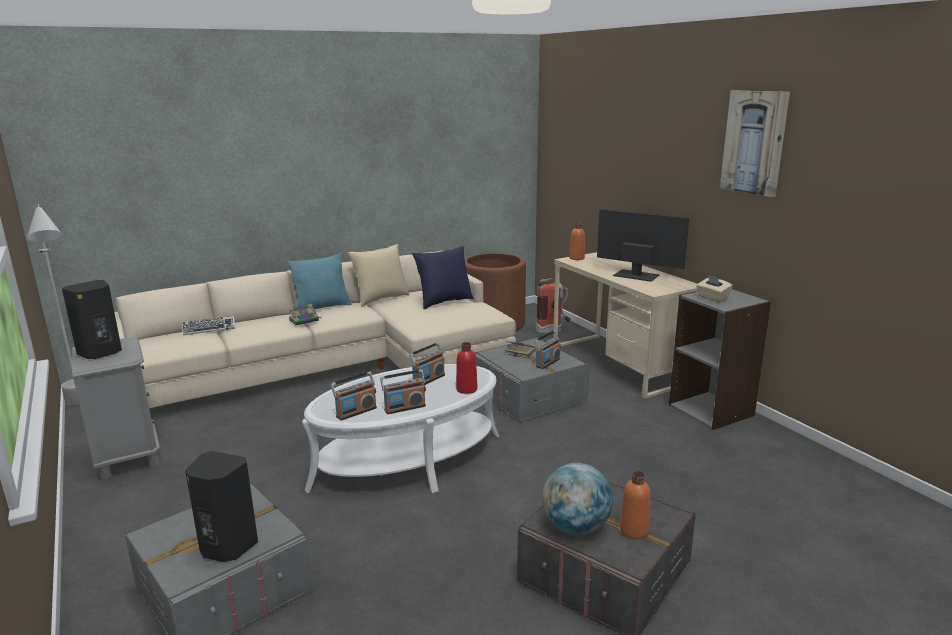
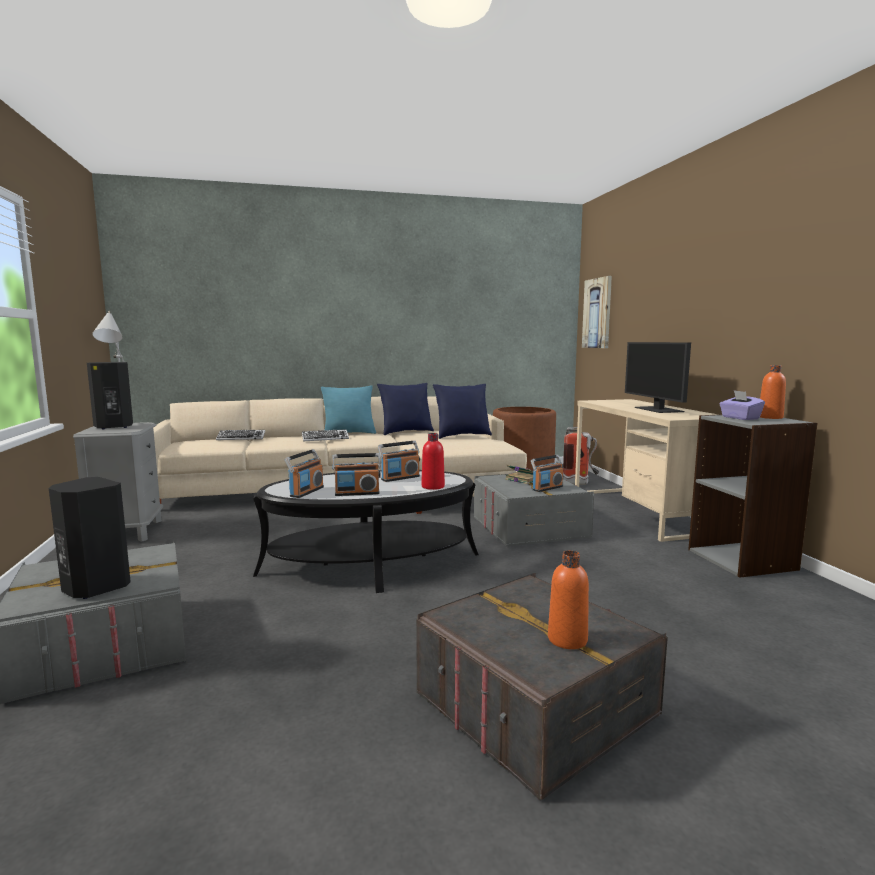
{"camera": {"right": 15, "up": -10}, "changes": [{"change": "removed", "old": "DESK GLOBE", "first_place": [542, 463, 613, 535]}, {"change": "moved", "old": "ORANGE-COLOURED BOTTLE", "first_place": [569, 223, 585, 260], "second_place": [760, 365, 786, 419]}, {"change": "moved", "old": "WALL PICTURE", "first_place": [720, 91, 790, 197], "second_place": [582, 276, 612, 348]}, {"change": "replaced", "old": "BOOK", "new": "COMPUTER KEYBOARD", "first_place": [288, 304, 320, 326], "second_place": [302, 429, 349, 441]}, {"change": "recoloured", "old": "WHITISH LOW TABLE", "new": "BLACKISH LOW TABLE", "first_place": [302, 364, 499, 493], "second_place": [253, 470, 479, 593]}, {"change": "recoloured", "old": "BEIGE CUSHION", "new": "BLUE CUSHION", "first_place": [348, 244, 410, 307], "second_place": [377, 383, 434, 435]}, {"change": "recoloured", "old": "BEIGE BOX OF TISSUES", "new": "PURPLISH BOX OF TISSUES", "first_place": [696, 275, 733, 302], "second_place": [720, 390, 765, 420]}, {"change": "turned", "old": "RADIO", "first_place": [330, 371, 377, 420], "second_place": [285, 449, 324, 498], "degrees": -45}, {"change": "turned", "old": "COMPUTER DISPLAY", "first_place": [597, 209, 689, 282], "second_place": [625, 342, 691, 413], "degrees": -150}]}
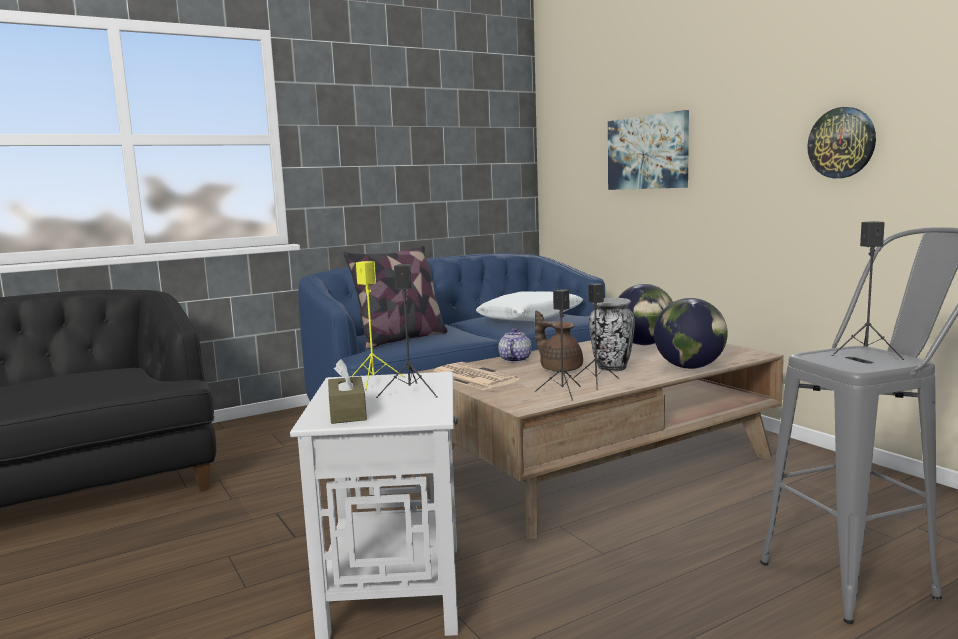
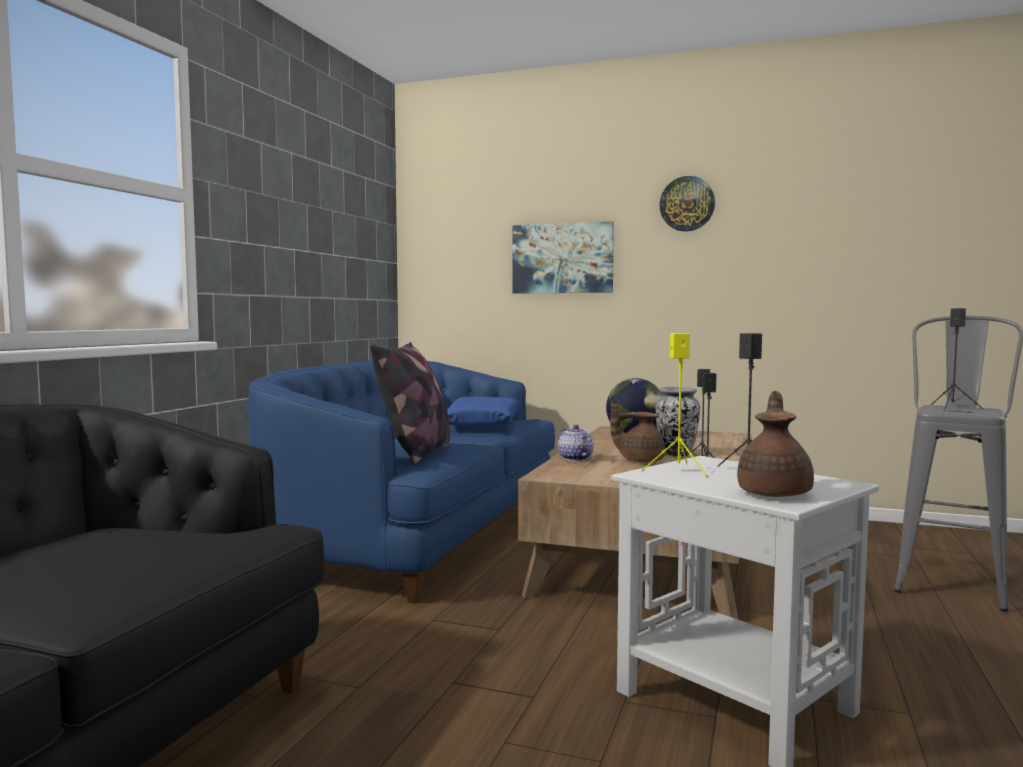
{"camera": {"right": -40, "up": -5}, "changes": [{"change": "removed", "old": "NEWSPAPER", "first_place": [433, 362, 520, 390]}, {"change": "removed", "old": "DESK GLOBE", "first_place": [654, 298, 728, 369]}, {"change": "moved", "old": "HANGING CLOCK", "first_place": [807, 107, 876, 178], "second_place": [659, 176, 715, 231]}, {"change": "replaced", "old": "BROWNISH BOX OF TISSUES", "new": "BROWNISH TEAPOT", "first_place": [328, 359, 367, 424], "second_place": [737, 391, 814, 497]}, {"change": "recoloured", "old": "WHITISH CUSHION", "new": "BLUE CUSHION", "first_place": [476, 291, 583, 321], "second_place": [447, 397, 520, 426]}]}
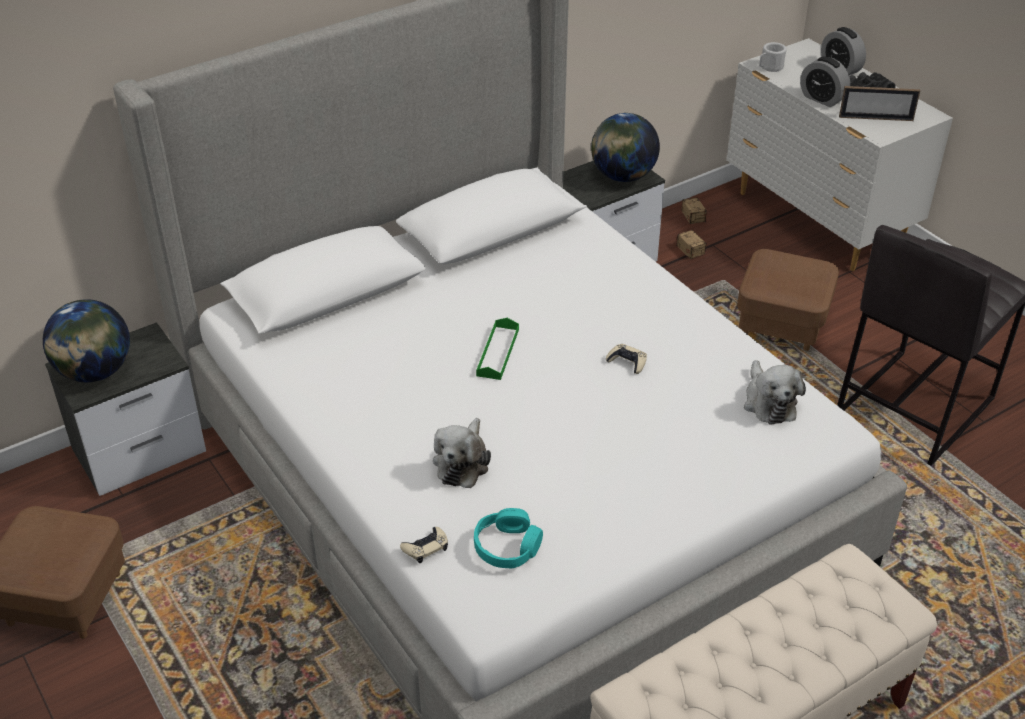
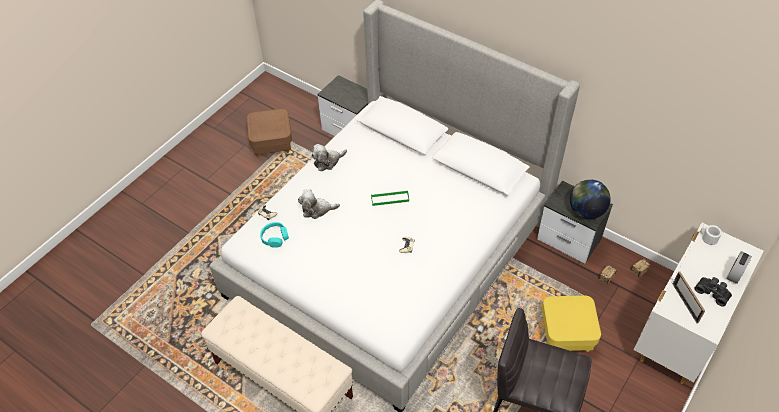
{"camera": {"right": 70, "up": 10}, "changes": [{"change": "removed", "old": "DESK GLOBE", "first_place": [43, 299, 130, 382]}, {"change": "removed", "old": "TABLE CLOCK", "first_place": [800, 56, 850, 107]}, {"change": "moved", "old": "PLUSH TOY", "first_place": [744, 360, 806, 425], "second_place": [311, 144, 347, 171]}, {"change": "recoloured", "old": "BROWNISH POUFFE", "new": "YELLOW-COLOURED POUFFE", "first_place": [737, 249, 839, 351], "second_place": [542, 296, 601, 352]}]}
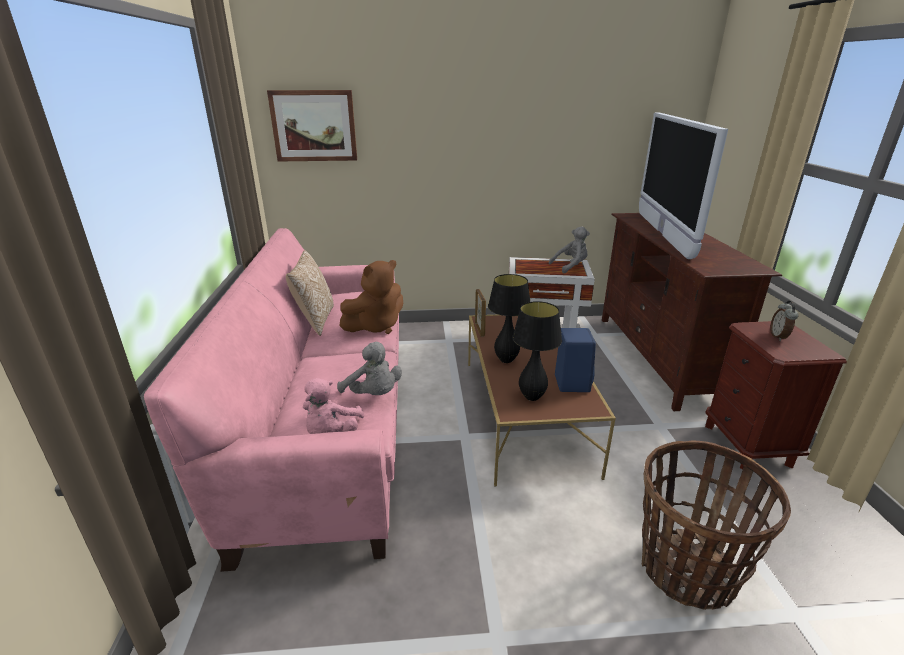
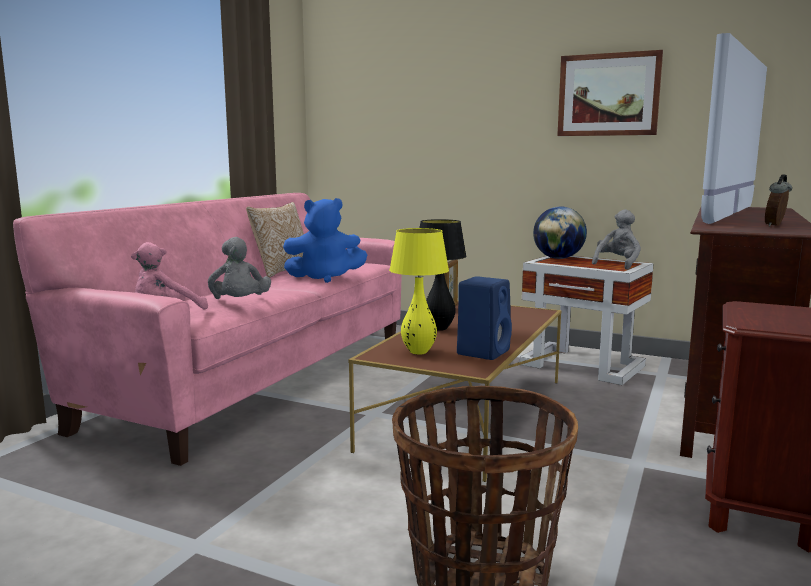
{"camera": {"right": 30, "up": -15}, "changes": [{"change": "added", "new": "DESK GLOBE", "second_place": [533, 206, 587, 259]}, {"change": "moved", "old": "WALL PICTURE", "first_place": [267, 90, 357, 162], "second_place": [557, 50, 663, 136]}, {"change": "moved", "old": "TABLE CLOCK", "first_place": [770, 301, 798, 341], "second_place": [765, 174, 792, 227]}, {"change": "recoloured", "old": "BROWNISH PLUSH TOY", "new": "BLUE PLUSH TOY", "first_place": [340, 260, 403, 334], "second_place": [283, 198, 368, 283]}, {"change": "recoloured", "old": "BLACKISH LAMP FOR A TABLE", "new": "YELLOW-COLOURED LAMP FOR A TABLE", "first_place": [512, 301, 562, 401], "second_place": [389, 228, 449, 355]}, {"change": "turned", "old": "GREYISH PLUSH TOY", "first_place": [549, 227, 590, 273], "second_place": [592, 209, 641, 270], "degrees": -60}]}
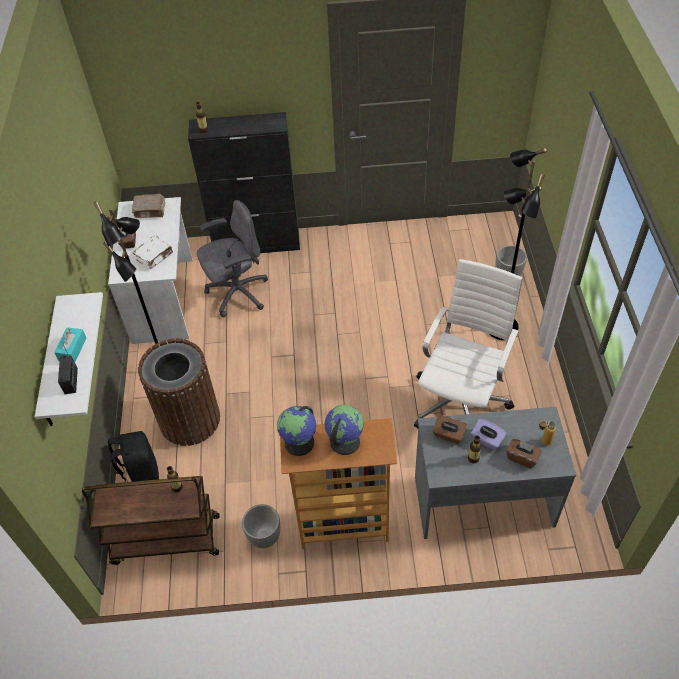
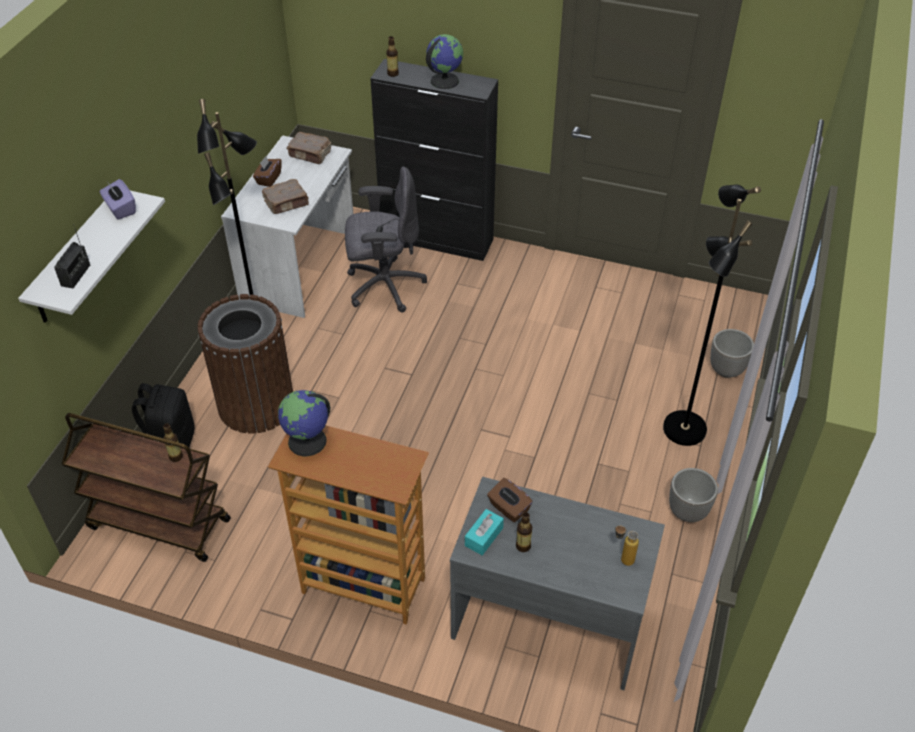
{"camera": {"right": 20, "up": -5}, "changes": [{"change": "removed", "old": "WHITISH COMPUTER CHAIR", "first_place": [414, 259, 522, 428]}, {"change": "removed", "old": "BROWNISH BOX OF TISSUES", "first_place": [506, 439, 542, 469]}, {"change": "moved", "old": "BLUE-GREEN BOX OF TISSUES", "first_place": [54, 327, 86, 362], "second_place": [465, 509, 504, 555]}, {"change": "moved", "old": "PLANTER", "first_place": [242, 504, 280, 548], "second_place": [669, 468, 718, 522]}, {"change": "moved", "old": "DESK GLOBE", "first_place": [325, 405, 364, 455], "second_place": [426, 34, 463, 89]}, {"change": "moved", "old": "PURPLISH BOX OF TISSUES", "first_place": [471, 418, 507, 451], "second_place": [100, 179, 136, 220]}, {"change": "recoloured", "old": "WHITISH BOOK", "new": "BROWNISH BOOK", "first_place": [133, 236, 173, 269], "second_place": [262, 179, 309, 214]}]}
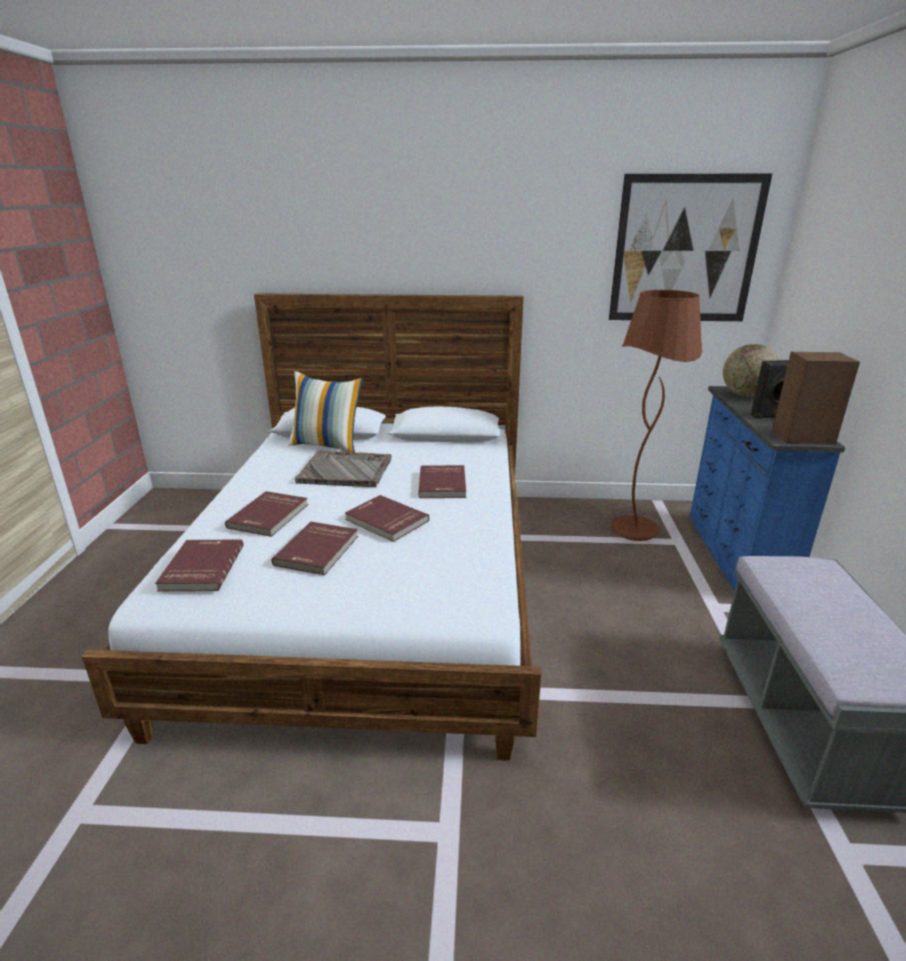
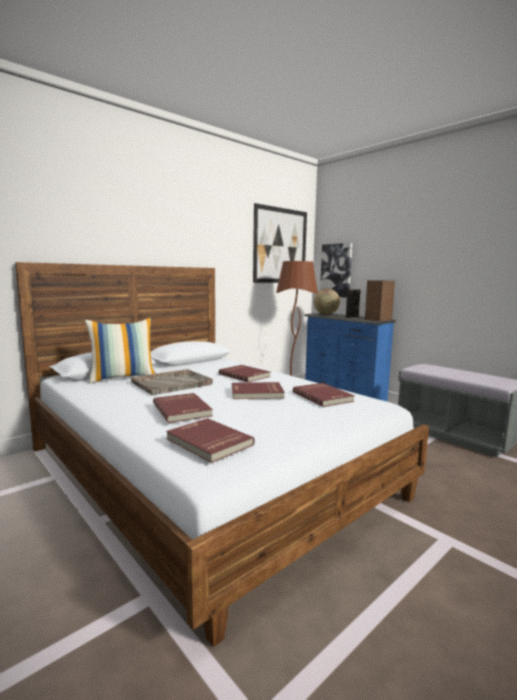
{"camera": {"right": -45, "up": -15}, "changes": [{"change": "added", "new": "WALL PICTURE", "second_place": [320, 243, 352, 298]}, {"change": "moved", "old": "REDDISH BOOK", "first_place": [271, 522, 358, 575], "second_place": [293, 383, 355, 407]}]}
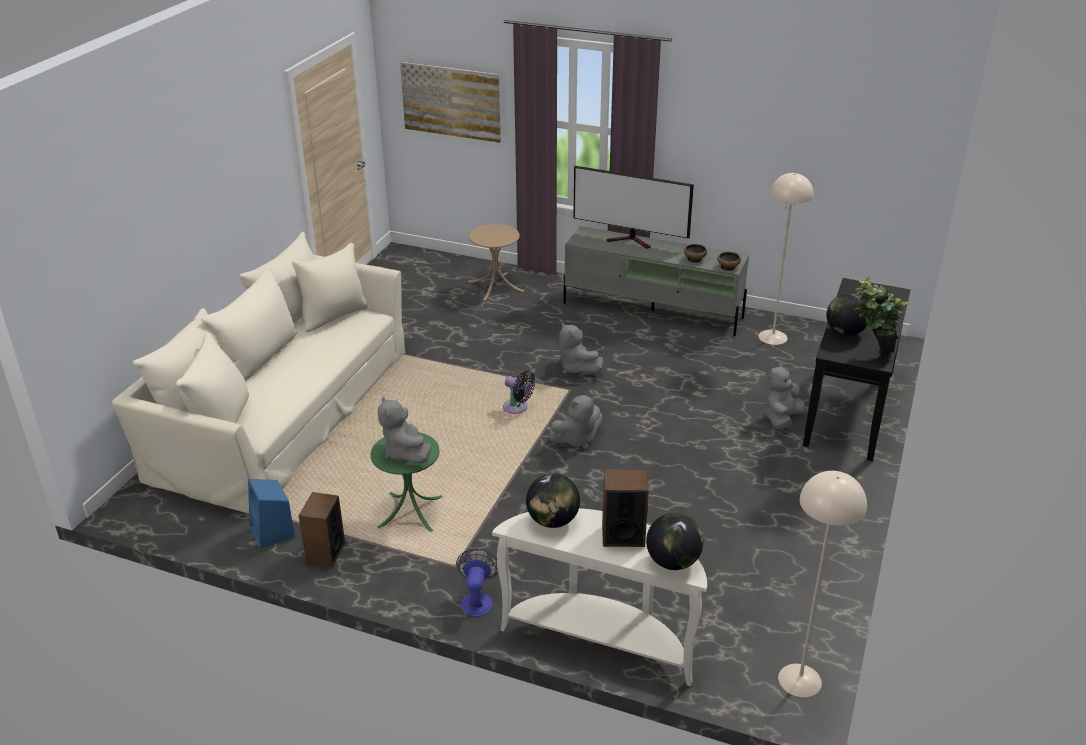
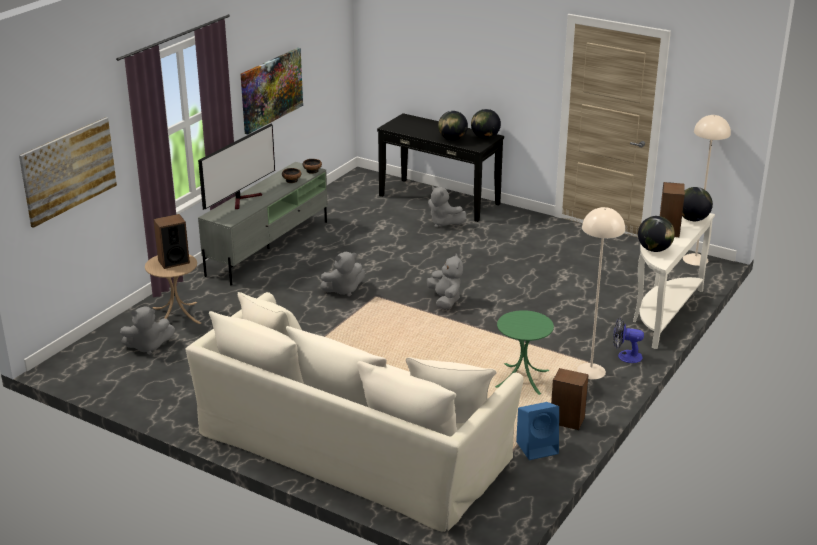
{"camera": {"right": -80, "up": -5}, "changes": [{"change": "removed", "old": "BLACKISH COOLING FAN", "first_place": [503, 370, 535, 414]}, {"change": "added", "new": "LOUDSPEAKER", "second_place": [153, 214, 190, 269]}, {"change": "added", "new": "WALL PICTURE", "second_place": [241, 48, 303, 134]}, {"change": "moved", "old": "GREYISH PLUSH TOY", "first_place": [378, 396, 432, 463], "second_place": [120, 307, 175, 355]}, {"change": "moved", "old": "BEIGE STANDARD LAMP", "first_place": [758, 173, 814, 345], "second_place": [577, 207, 625, 379]}, {"change": "replaced", "old": "POTTED PLANT", "new": "DESK GLOBE", "first_place": [854, 277, 909, 358], "second_place": [471, 109, 501, 139]}]}
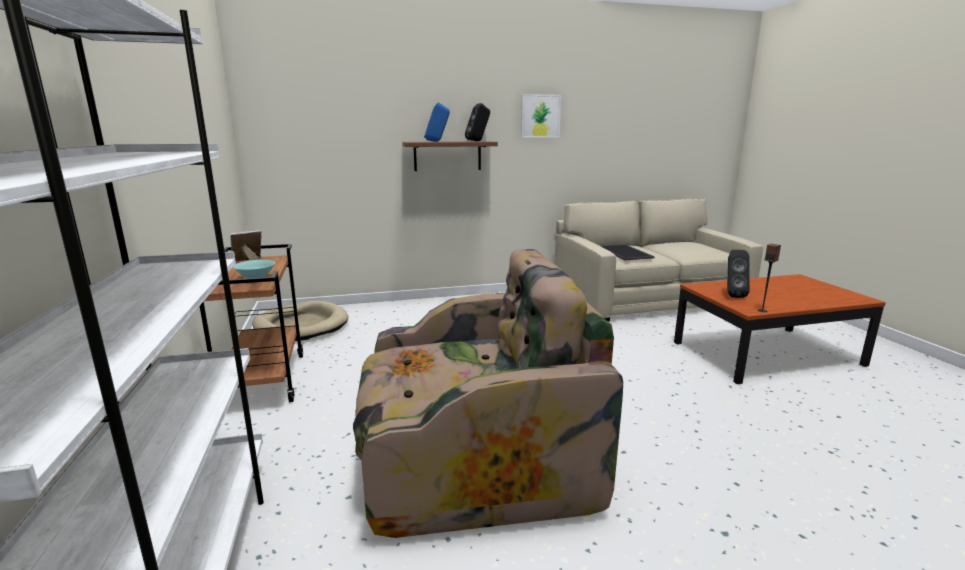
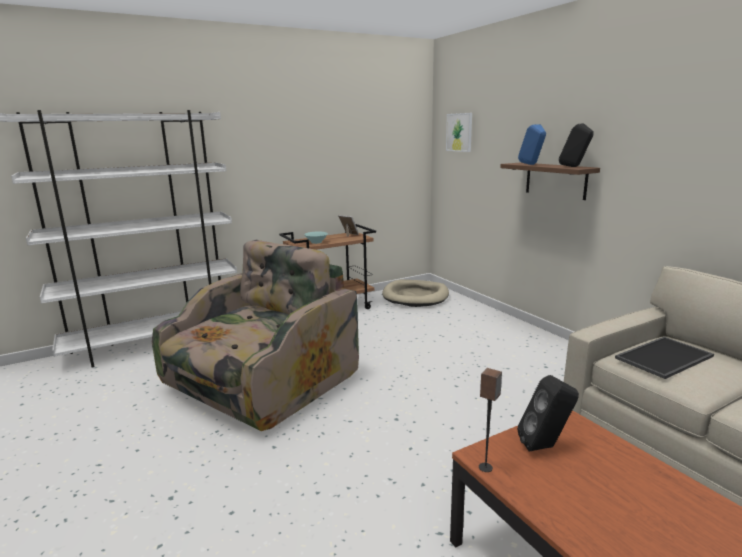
{"camera": {"right": 75, "up": 0}, "changes": [{"change": "moved", "old": "WALL PICTURE", "first_place": [521, 94, 561, 137], "second_place": [446, 113, 472, 152]}, {"change": "turned", "old": "ARMCHAIR", "first_place": [353, 249, 623, 538], "second_place": [152, 240, 359, 431], "degrees": -120}]}
